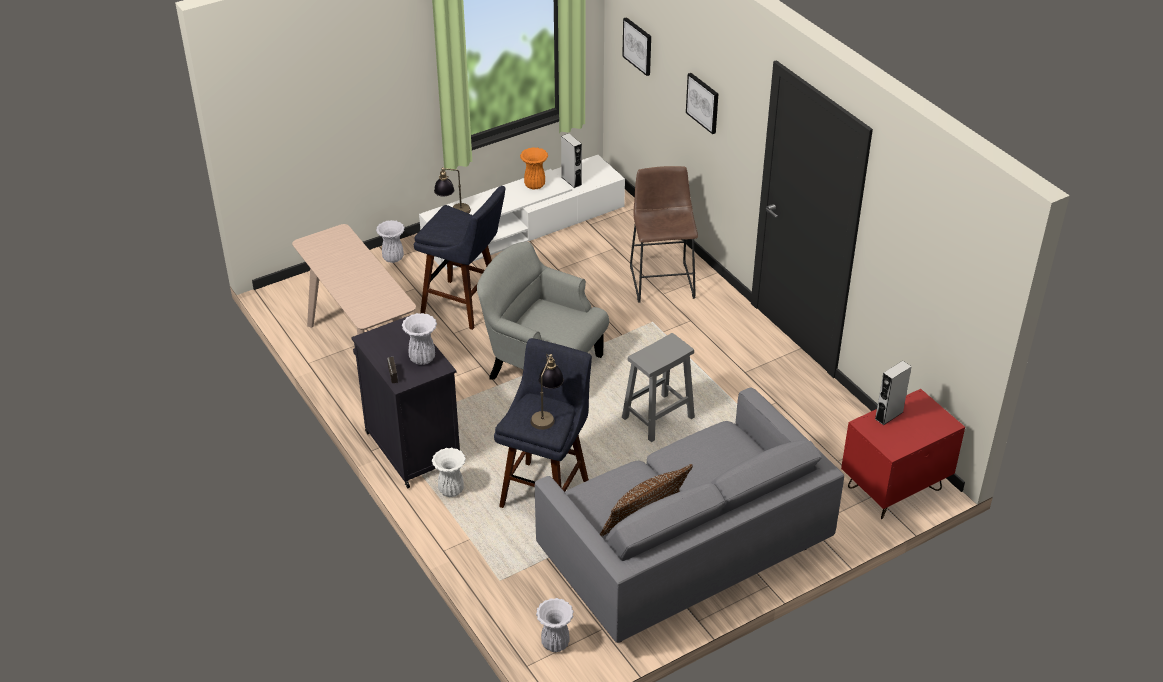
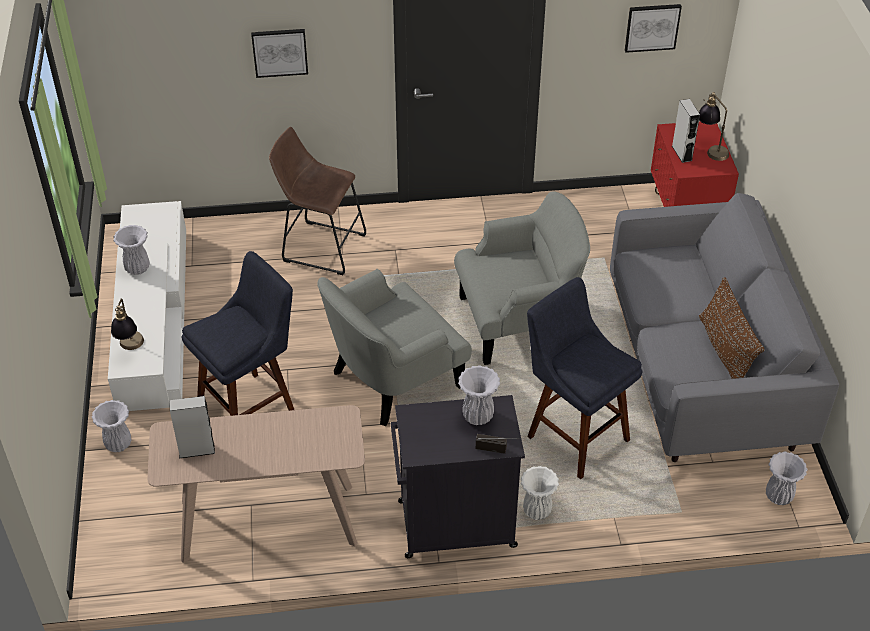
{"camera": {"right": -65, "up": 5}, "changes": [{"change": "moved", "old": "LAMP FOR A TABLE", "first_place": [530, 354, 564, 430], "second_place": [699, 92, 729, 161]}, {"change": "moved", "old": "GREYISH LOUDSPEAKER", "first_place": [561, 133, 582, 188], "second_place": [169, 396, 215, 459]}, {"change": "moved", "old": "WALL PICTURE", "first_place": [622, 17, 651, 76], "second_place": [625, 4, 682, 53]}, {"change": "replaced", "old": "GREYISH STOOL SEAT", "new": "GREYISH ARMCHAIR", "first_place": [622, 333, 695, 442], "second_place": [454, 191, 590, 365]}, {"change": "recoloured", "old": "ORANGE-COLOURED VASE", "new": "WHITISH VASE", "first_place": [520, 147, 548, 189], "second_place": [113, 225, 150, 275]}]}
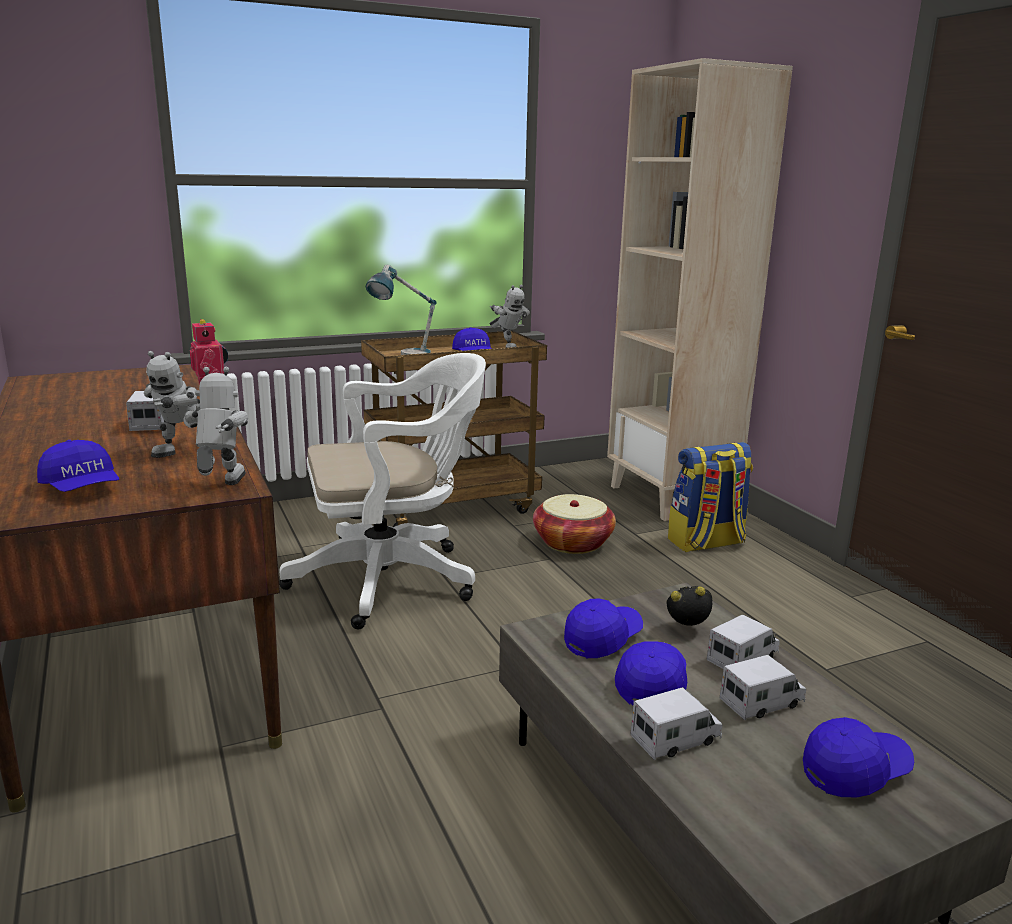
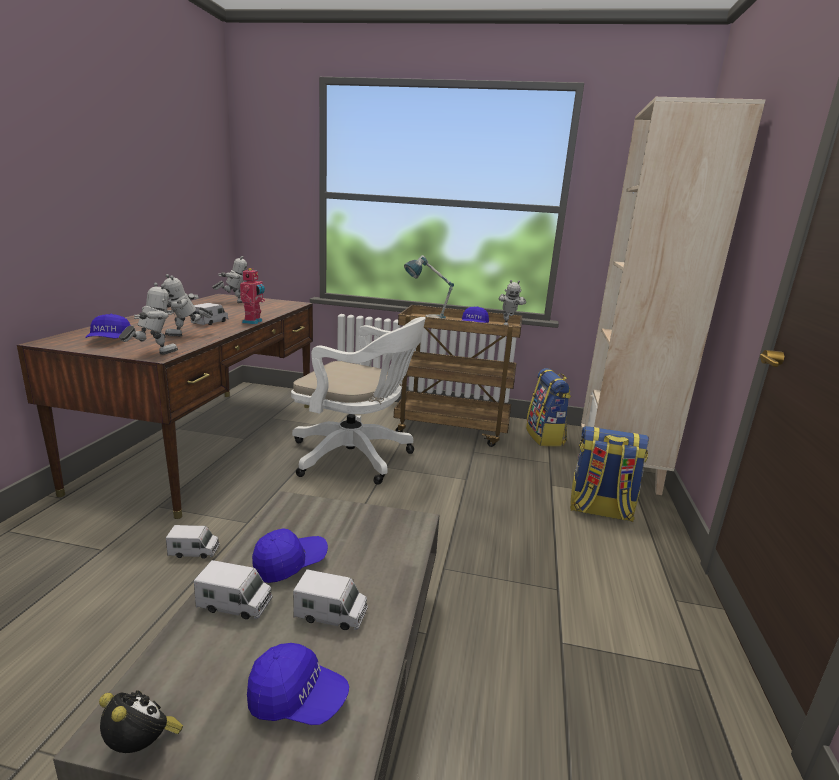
{"camera": {"right": 35, "up": 0}, "changes": [{"change": "removed", "old": "BASKET", "first_place": [533, 494, 616, 554]}, {"change": "removed", "old": "BLUE PEAKED CAP", "first_place": [564, 598, 643, 658]}, {"change": "added", "new": "MODEL ROBOT", "second_place": [212, 256, 247, 303]}, {"change": "added", "new": "KNAPSACK", "second_place": [526, 368, 571, 446]}, {"change": "moved", "old": "TABLE CLOCK", "first_place": [666, 586, 712, 626], "second_place": [99, 690, 183, 753]}, {"change": "moved", "old": "TOY LORRY", "first_place": [707, 614, 780, 669], "second_place": [166, 525, 220, 559]}]}
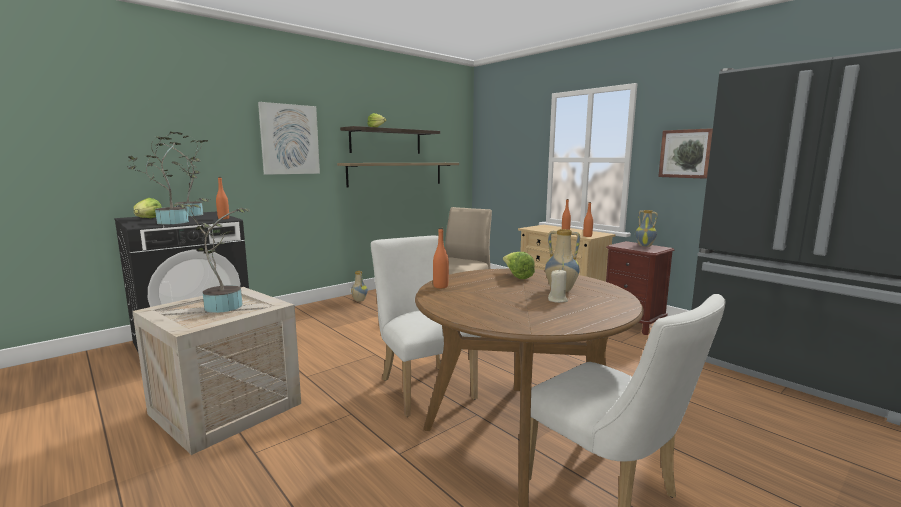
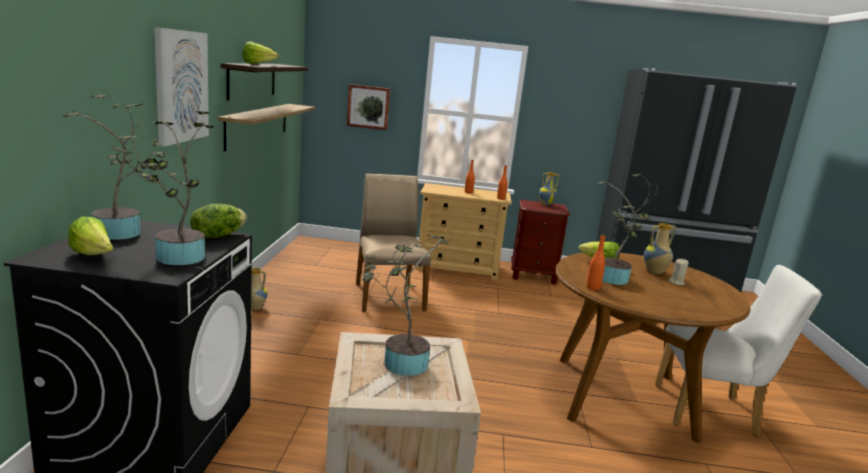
{"camera": {"right": -45, "up": 5}, "changes": [{"change": "removed", "old": "WHITISH CHAIR", "first_place": [371, 236, 481, 417]}, {"change": "added", "new": "POTTED PLANT", "second_place": [597, 174, 666, 285]}, {"change": "moved", "old": "WALL PICTURE", "first_place": [658, 128, 713, 179], "second_place": [347, 84, 390, 130]}, {"change": "replaced", "old": "ORANGE-COLOURED BOTTLE", "new": "HEAD OF LETTUCE", "first_place": [216, 177, 229, 219], "second_place": [190, 204, 247, 238]}]}
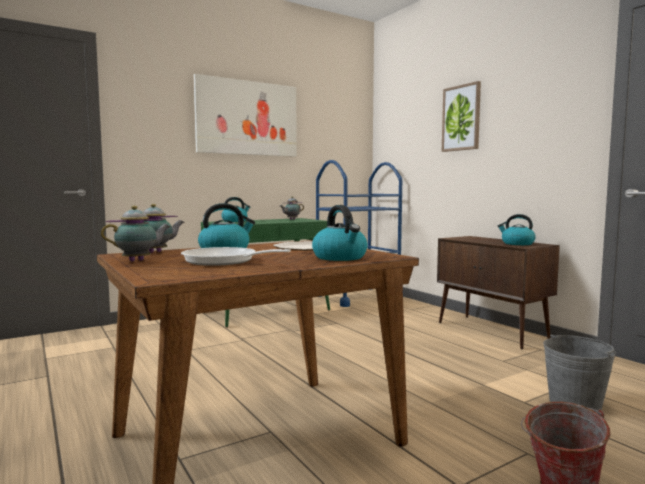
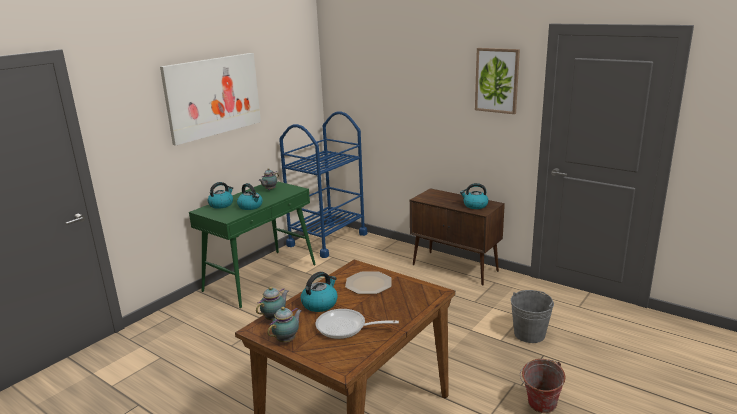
{"camera": {"right": -20, "up": 15}, "changes": [{"change": "moved", "old": "KETTLE", "first_place": [312, 205, 368, 261], "second_place": [237, 183, 263, 210]}, {"change": "moved", "old": "WALL PICTURE", "first_place": [442, 81, 481, 152], "second_place": [475, 48, 520, 114]}]}
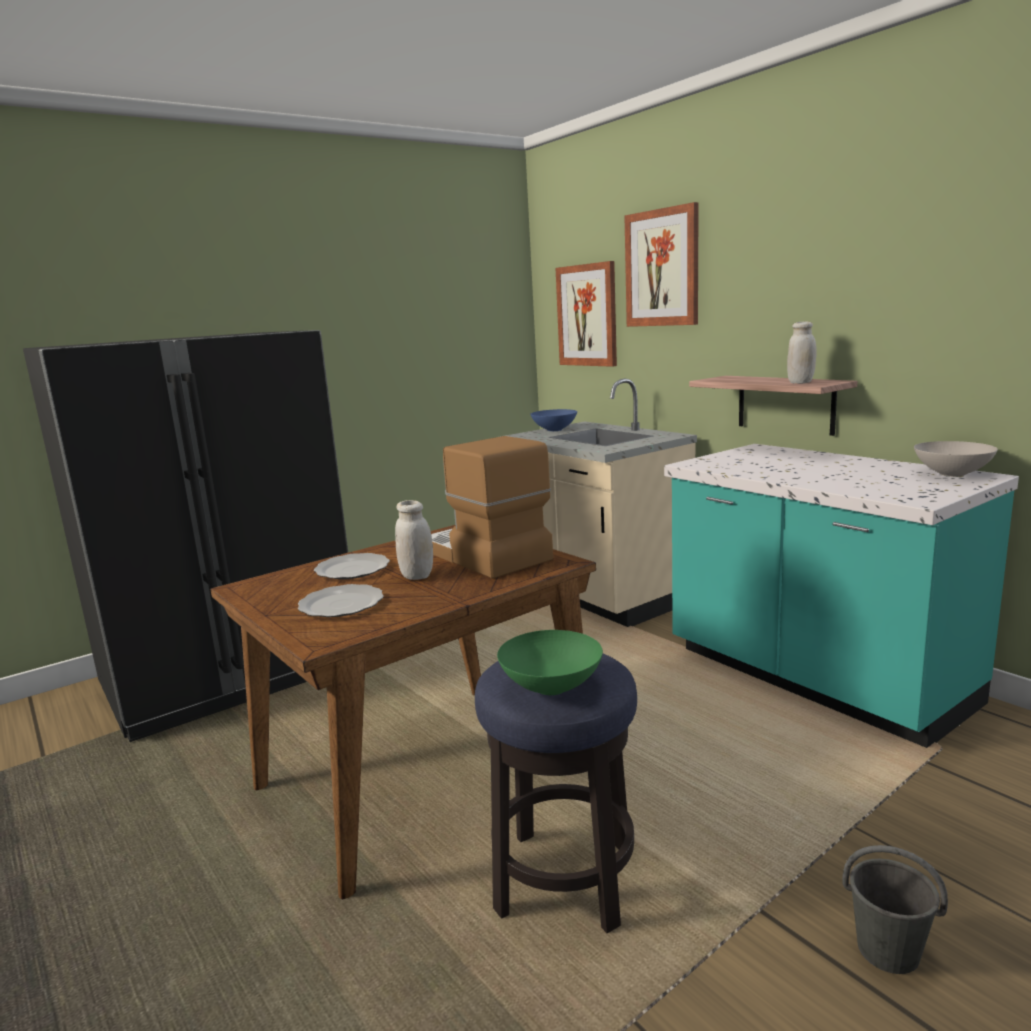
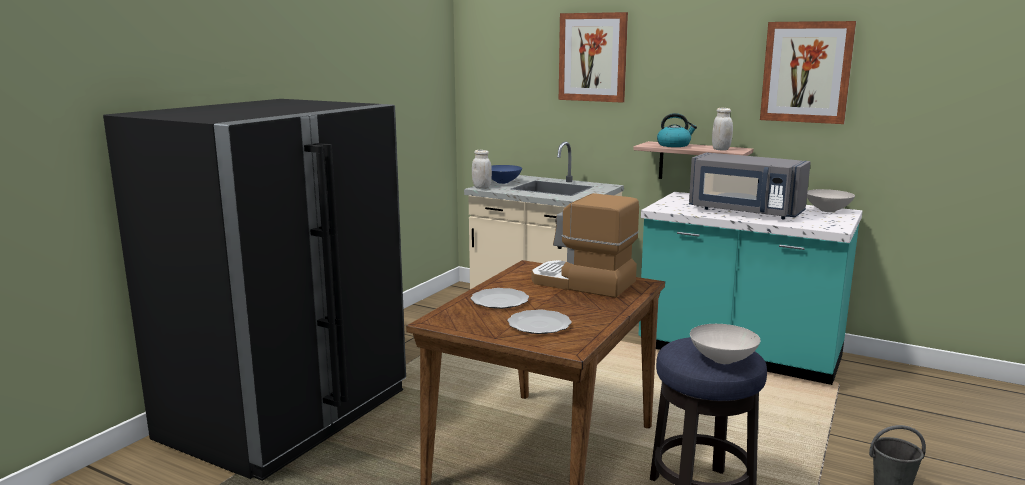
{"camera": {"right": -25, "up": 0}, "changes": [{"change": "added", "new": "KETTLE", "second_place": [657, 113, 697, 147]}, {"change": "added", "new": "GREYISH MICROWAVE OVEN", "second_place": [689, 153, 811, 219]}, {"change": "moved", "old": "WHITISH PRESERVE JAR", "first_place": [395, 500, 433, 580], "second_place": [472, 150, 492, 189]}, {"change": "moved", "old": "WALL PICTURE", "first_place": [556, 261, 617, 367], "second_place": [760, 21, 856, 124]}, {"change": "recoloured", "old": "GREEN-COLOURED BOWL", "new": "WHITISH BOWL", "first_place": [497, 630, 603, 695], "second_place": [690, 324, 761, 364]}]}
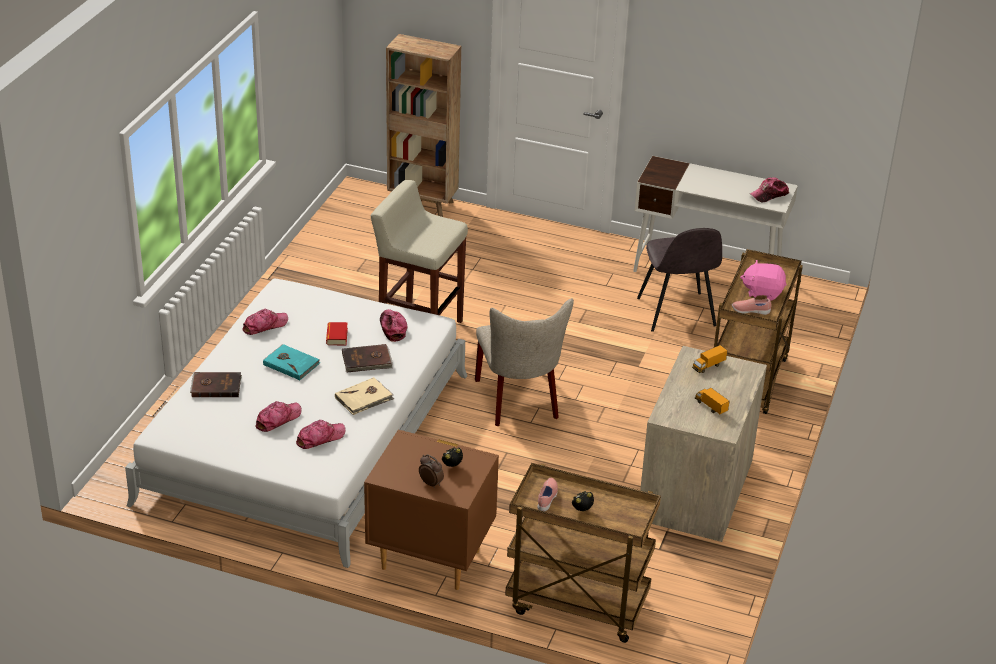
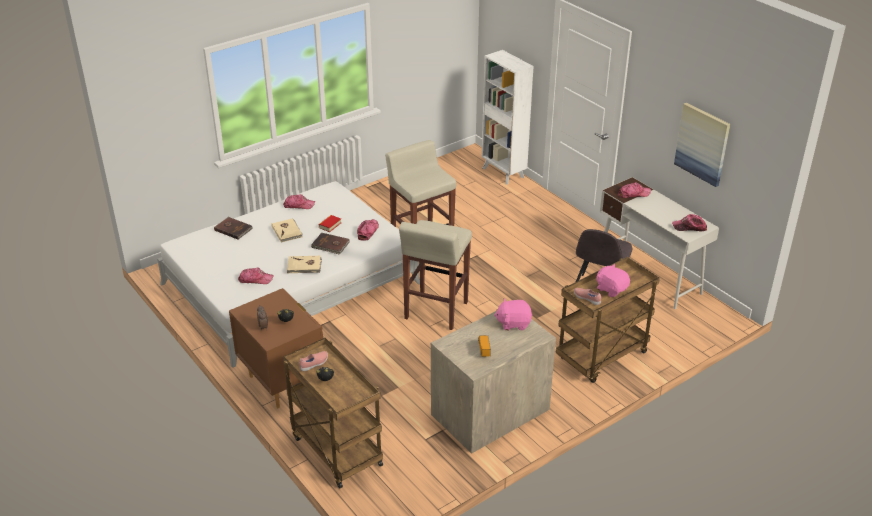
{"camera": {"right": 35, "up": 0}, "changes": [{"change": "added", "new": "WALL PICTURE", "second_place": [674, 103, 730, 187]}, {"change": "moved", "old": "PEAKED CAP", "first_place": [255, 401, 302, 432], "second_place": [618, 182, 651, 198]}, {"change": "replaced", "old": "BEIGE CHAIR", "new": "BEIGE STOOL SEAT", "first_place": [475, 298, 574, 427], "second_place": [399, 220, 472, 330]}, {"change": "replaced", "old": "TOY LORRY", "new": "PINK PLUSH TOY", "first_place": [692, 345, 727, 373], "second_place": [494, 299, 532, 330]}, {"change": "recoloured", "old": "BLUE-GREEN BOOK", "new": "BEIGE BOOK", "first_place": [263, 344, 320, 380], "second_place": [271, 218, 303, 243]}, {"change": "recoloured", "old": "BROWNISH BOOKCASE", "new": "WHITISH BOOKCASE", "first_place": [386, 34, 461, 217], "second_place": [482, 50, 533, 184]}]}
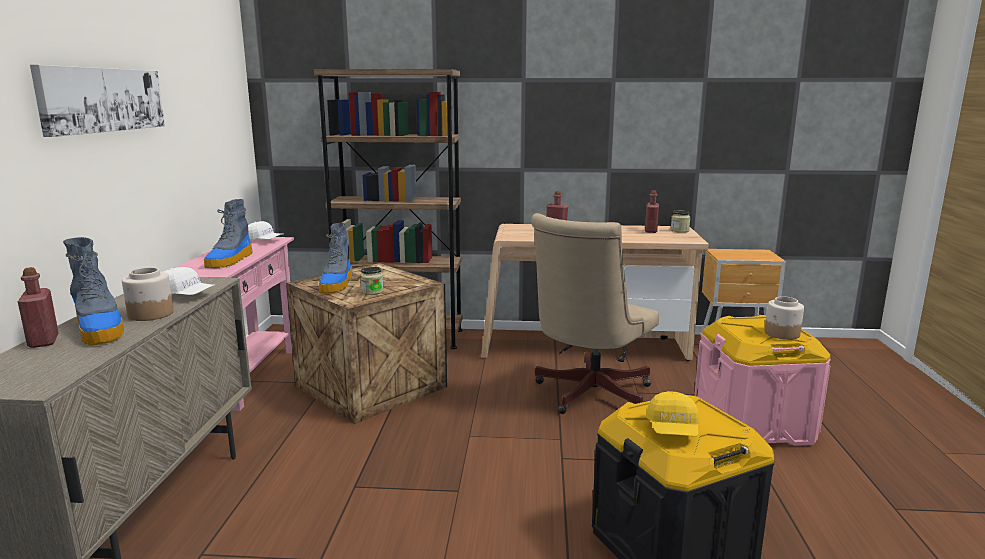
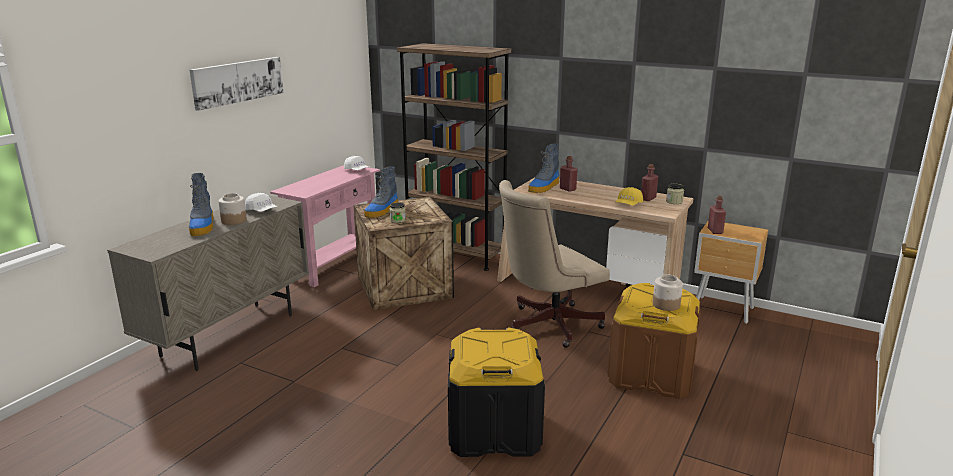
{"camera": {"right": 25, "up": 5}, "changes": [{"change": "moved", "old": "REDDISH BOTTLE", "first_place": [18, 267, 59, 348], "second_place": [708, 196, 726, 234]}, {"change": "moved", "old": "HIGH-TOP BOOT", "first_place": [204, 199, 253, 268], "second_place": [528, 143, 559, 193]}, {"change": "moved", "old": "YELLOW-COLOURED PEAKED CAP", "first_place": [646, 391, 700, 436], "second_place": [615, 187, 643, 205]}, {"change": "recoloured", "old": "PINK STORAGE BOX", "new": "BROWNISH STORAGE BOX", "first_place": [694, 315, 831, 446], "second_place": [607, 283, 701, 399]}]}
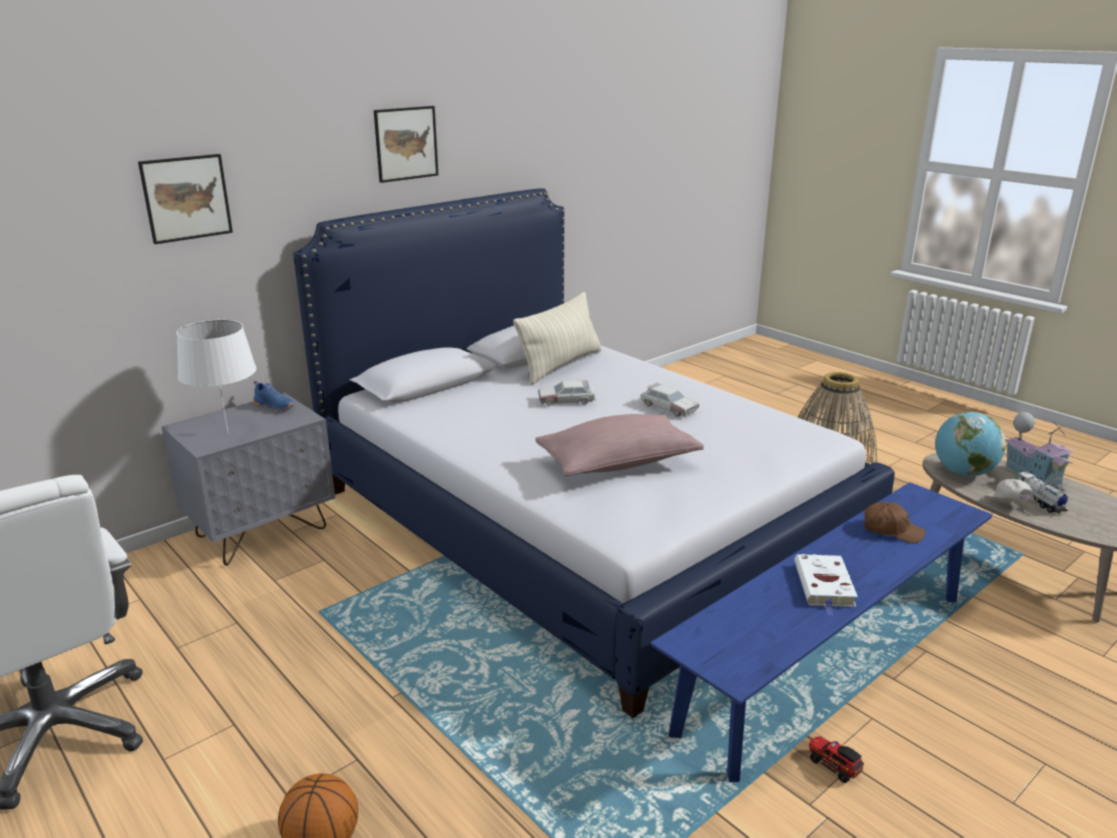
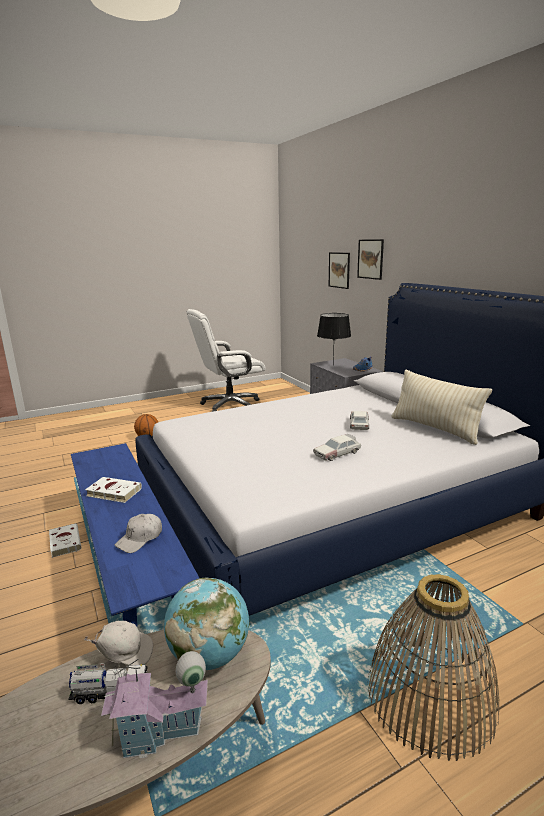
{"camera": {"right": 105, "up": -5}, "changes": [{"change": "removed", "old": "PINK CUSHION", "first_place": [535, 414, 704, 476]}, {"change": "moved", "old": "WALL PICTURE", "first_place": [374, 106, 438, 183], "second_place": [329, 252, 350, 289]}, {"change": "replaced", "old": "TOY LORRY", "new": "WHITISH BOOK", "first_place": [809, 736, 864, 783], "second_place": [49, 523, 81, 558]}, {"change": "recoloured", "old": "WHITISH LAMP FOR A TABLE", "new": "BLACKISH LAMP FOR A TABLE", "first_place": [177, 320, 257, 434], "second_place": [317, 313, 351, 366]}, {"change": "recoloured", "old": "BROWNISH PEAKED CAP", "new": "WHITISH PEAKED CAP", "first_place": [864, 502, 925, 544], "second_place": [114, 514, 162, 553]}]}
